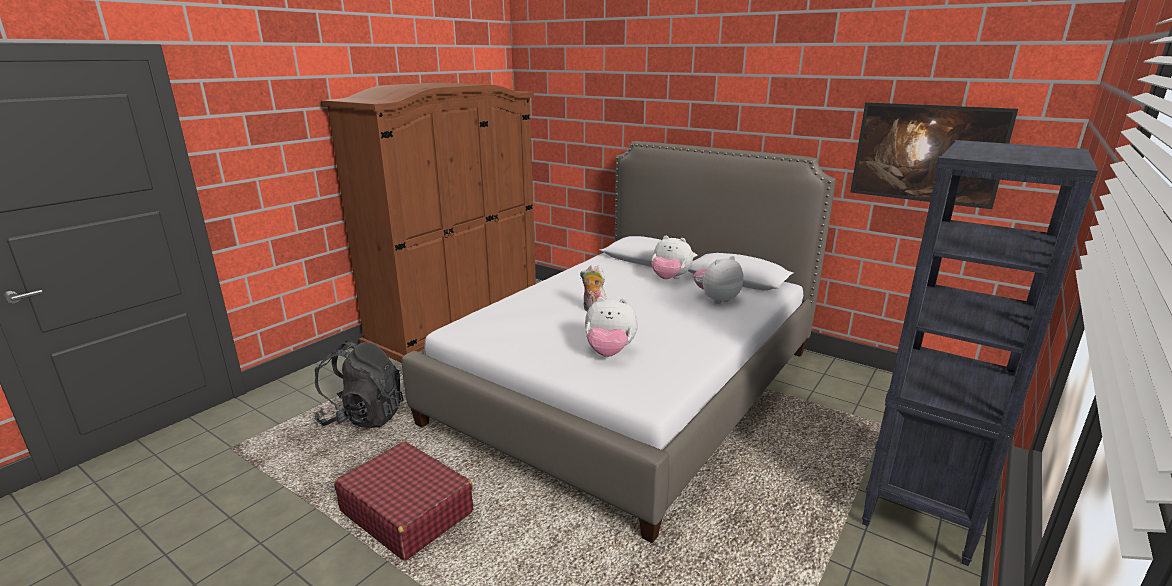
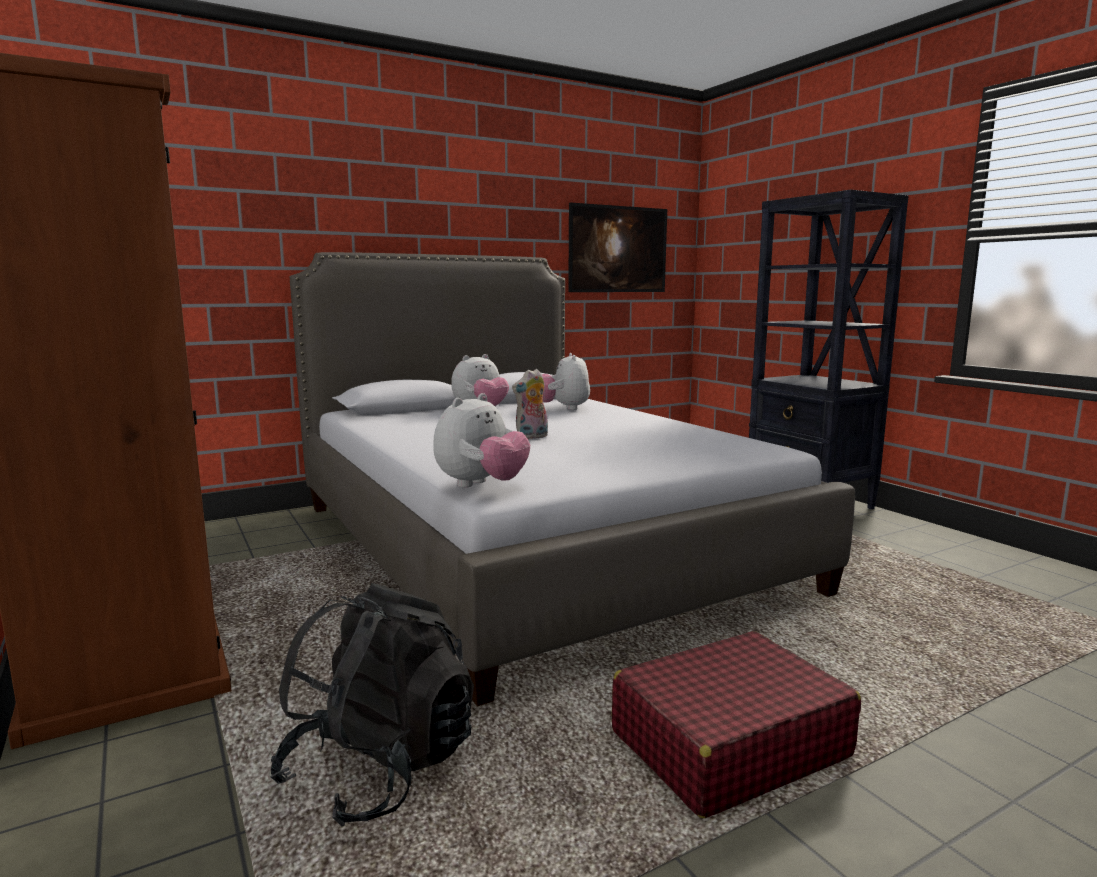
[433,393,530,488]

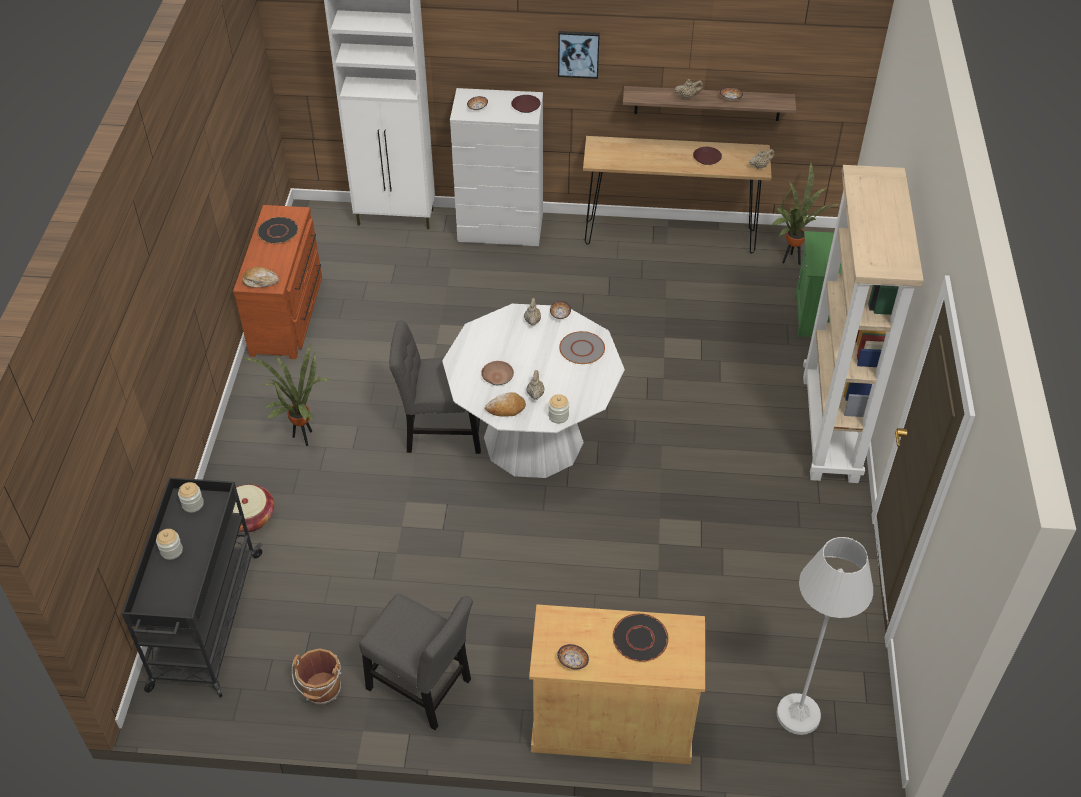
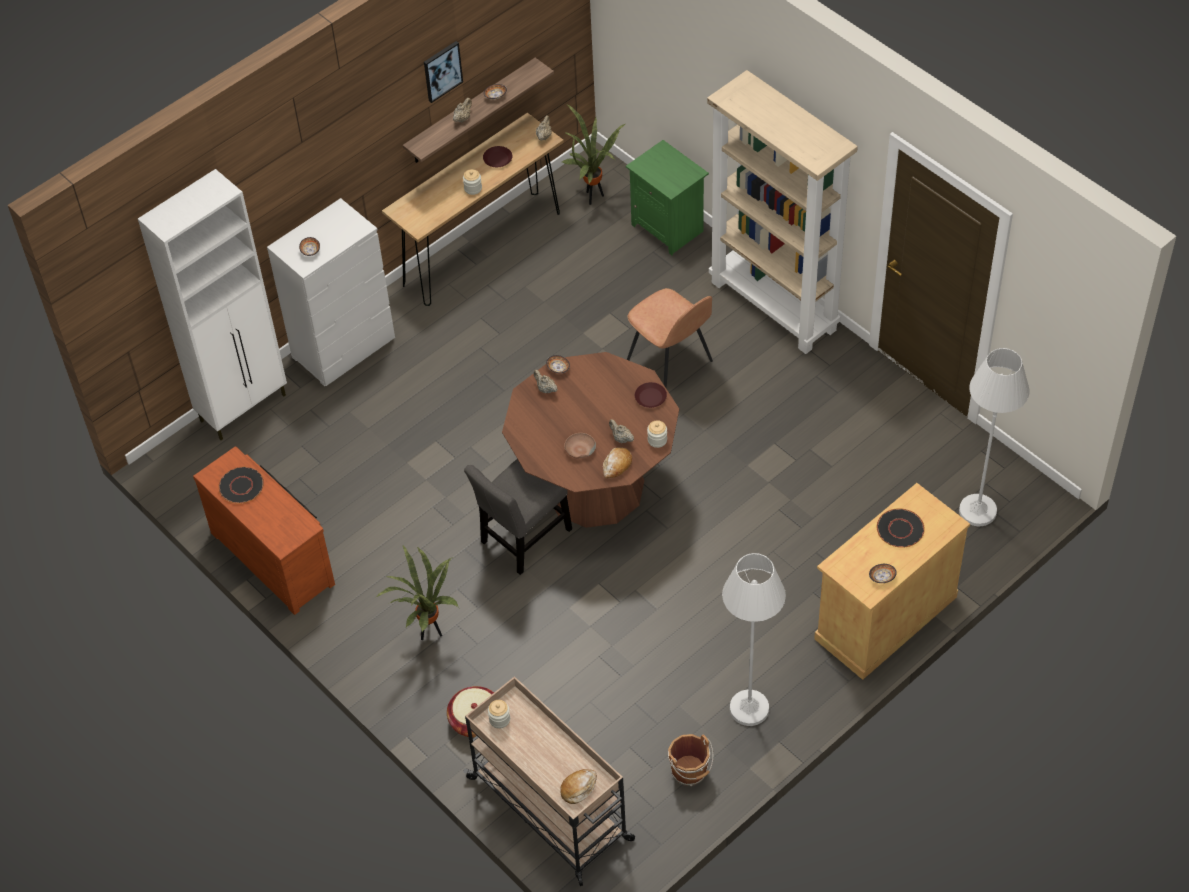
[463,676,635,886]
[463,169,482,195]
[560,769,597,804]
[722,553,786,726]
[502,352,679,528]
[635,382,667,408]
[424,41,463,103]
[559,331,605,364] (first image)
[627,288,713,388]

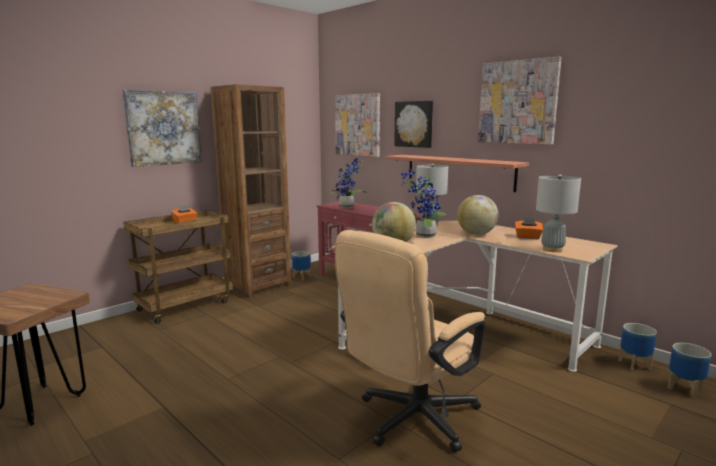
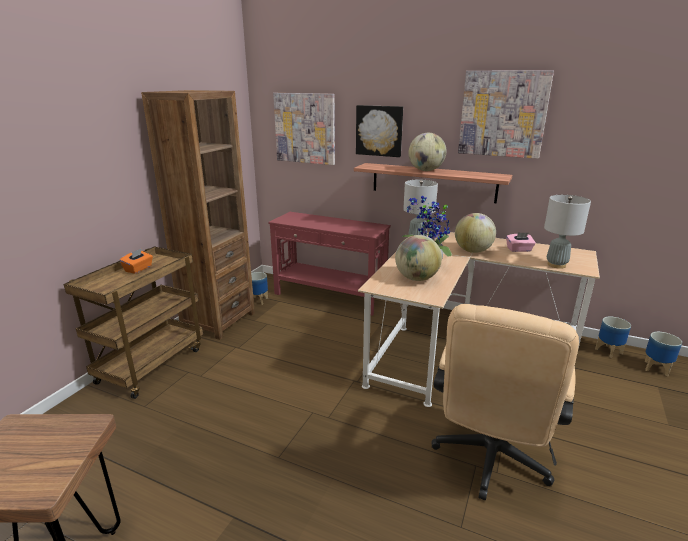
[122,90,202,167] (first image)
[326,158,367,208] (first image)
[506,232,536,252]
[408,133,446,171]

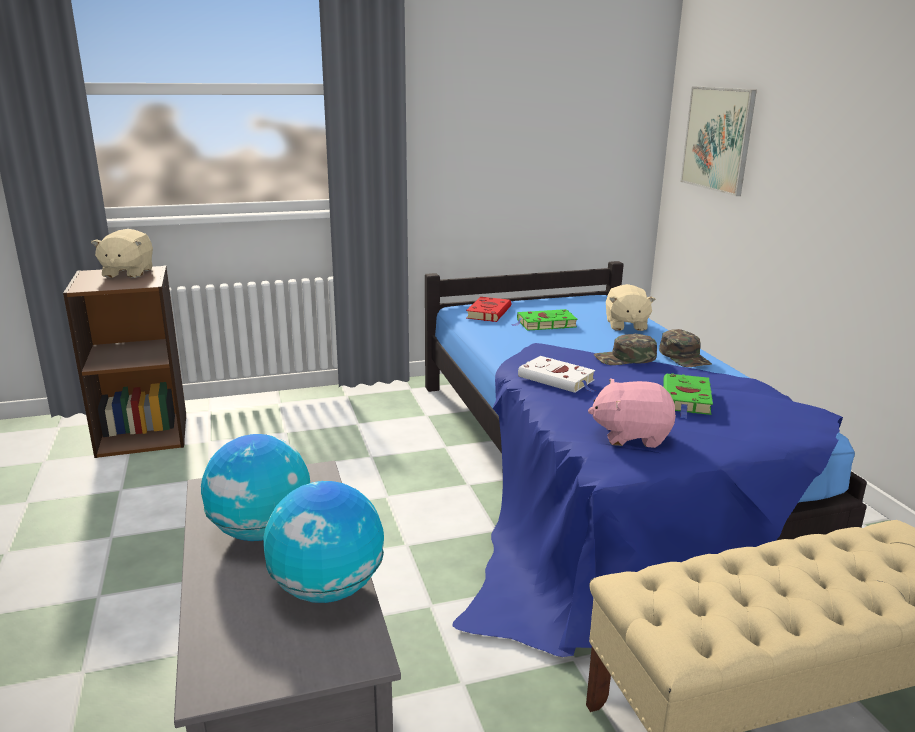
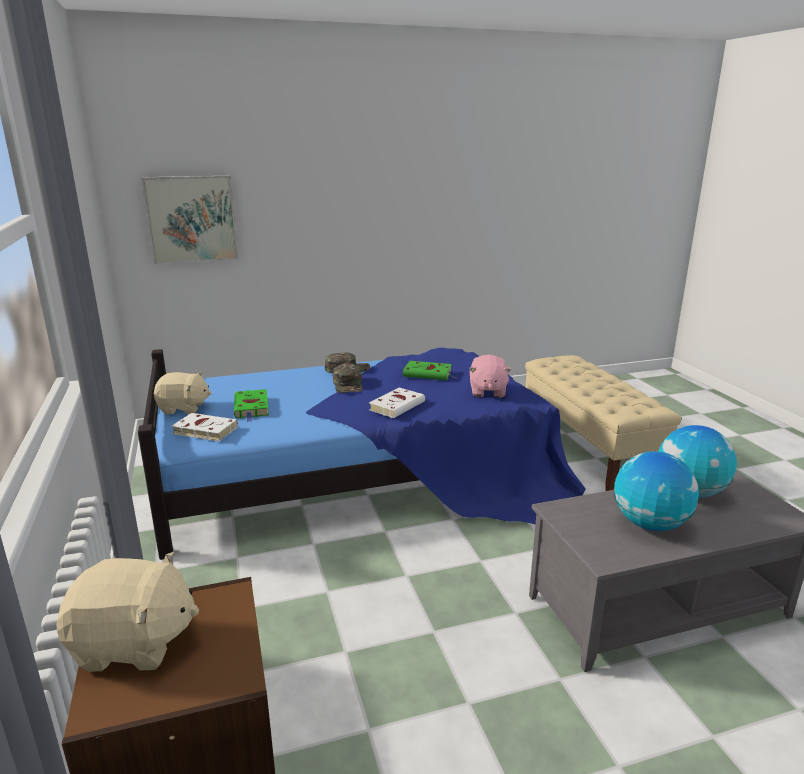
[171,413,238,441]
[154,372,212,414]

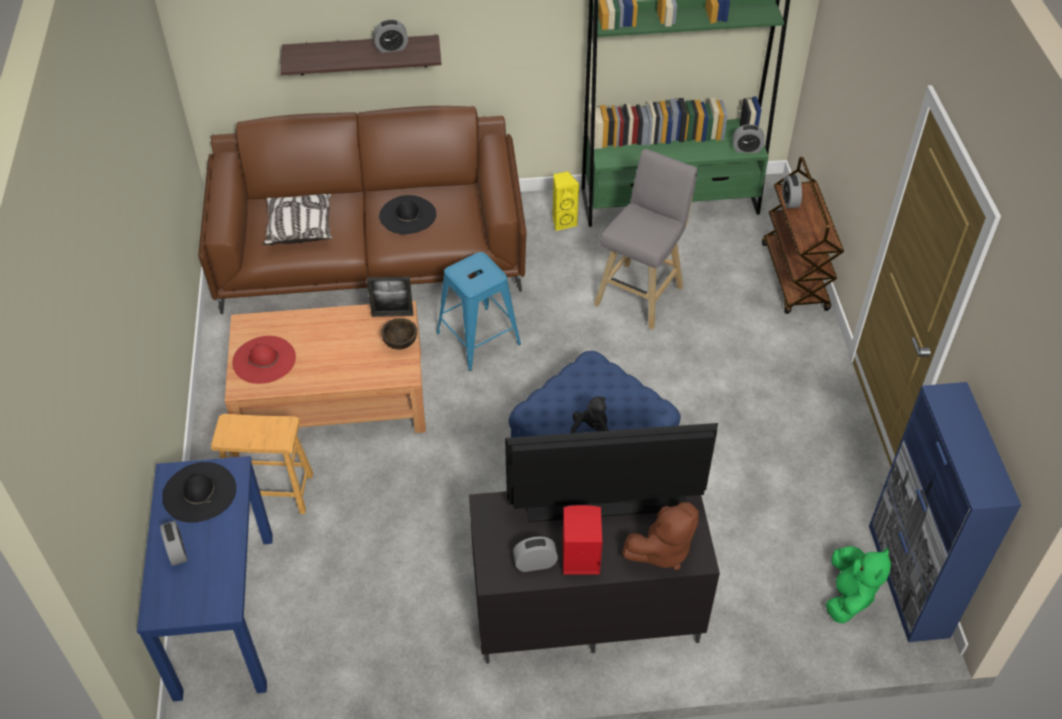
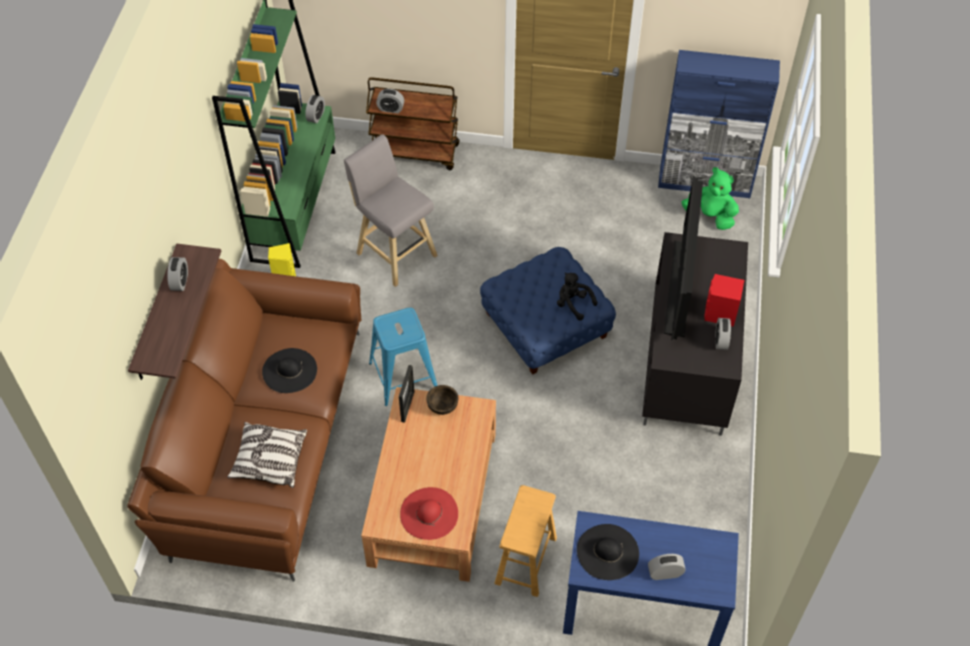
[622,502,699,570] (first image)

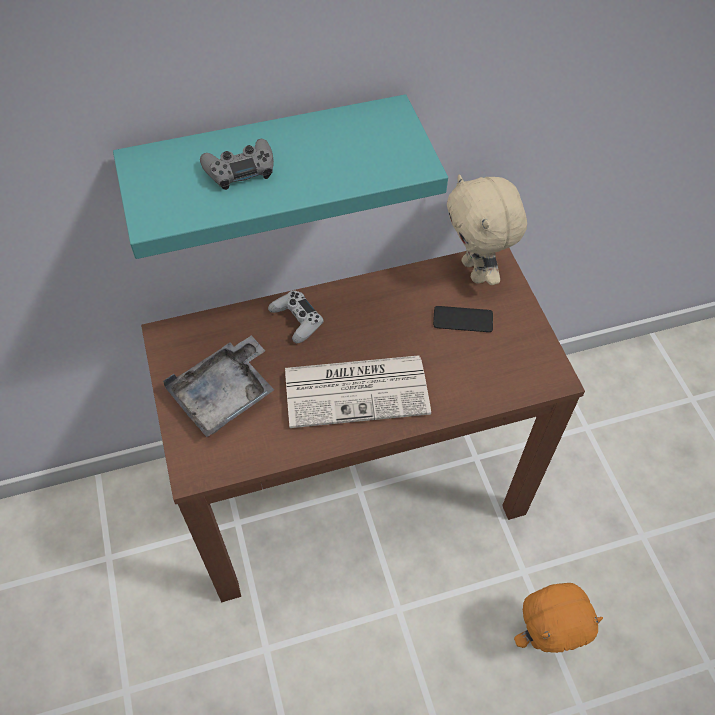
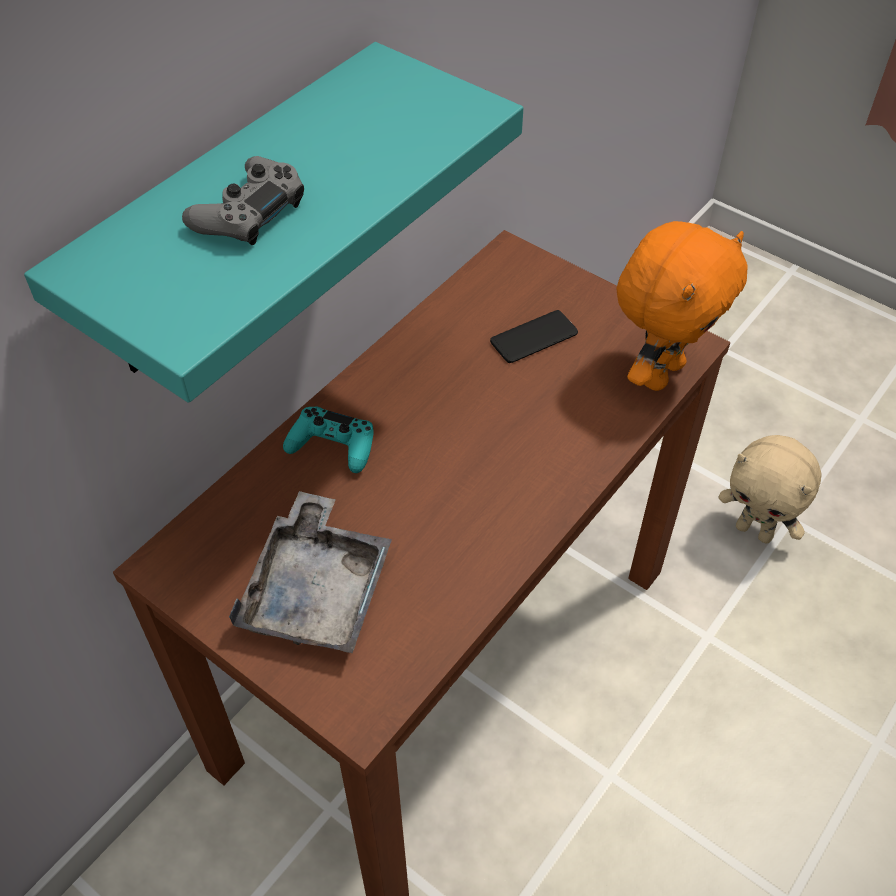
[283,406,374,473]
[285,355,431,428] (first image)
[718,435,821,543]
[617,221,748,391]

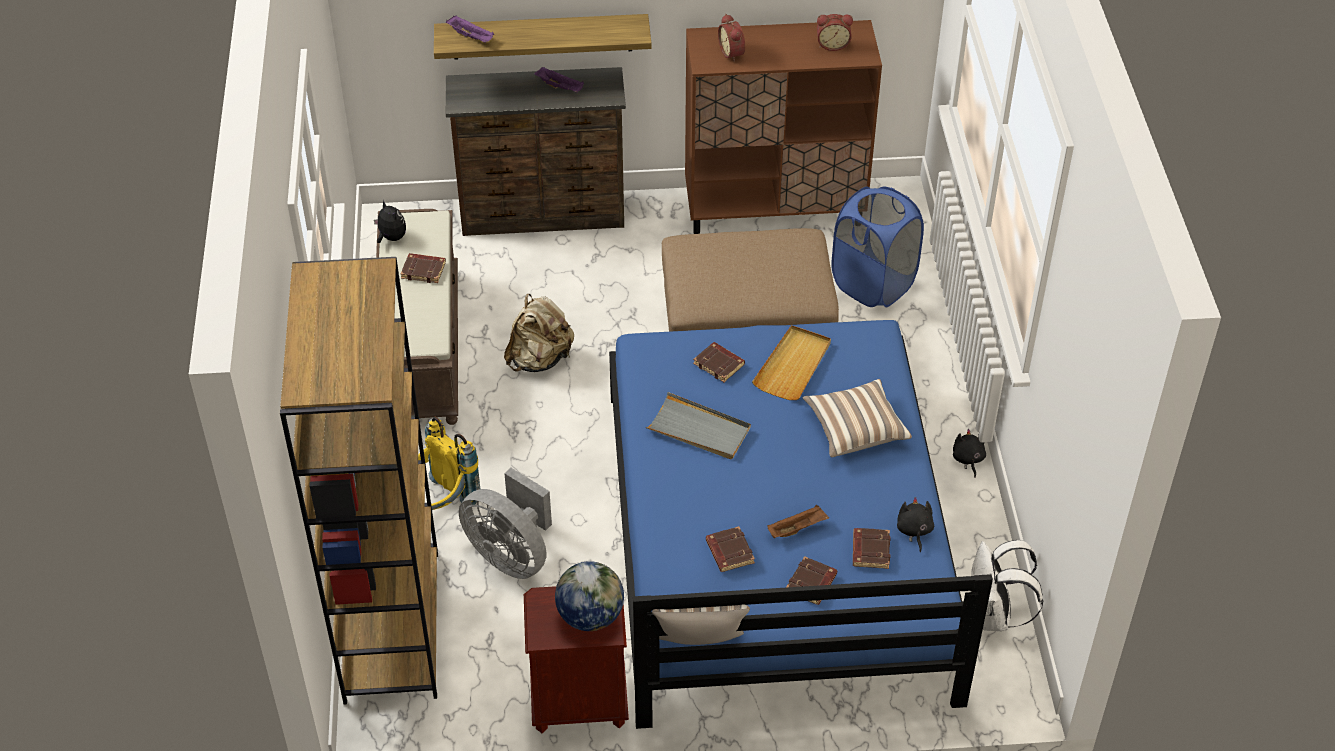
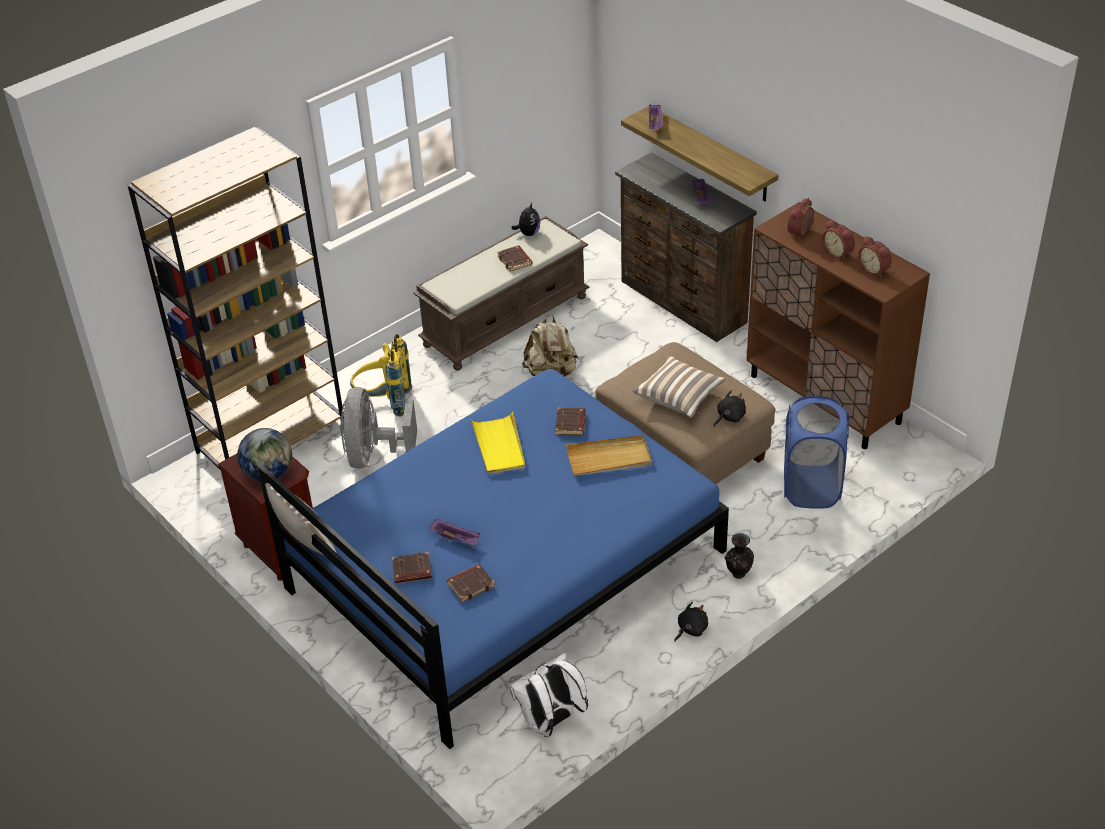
[471,412,526,475]
[706,526,755,572] (first image)
[429,519,480,545]
[632,355,726,418]
[713,390,746,426]
[725,533,754,579]
[822,220,855,260]

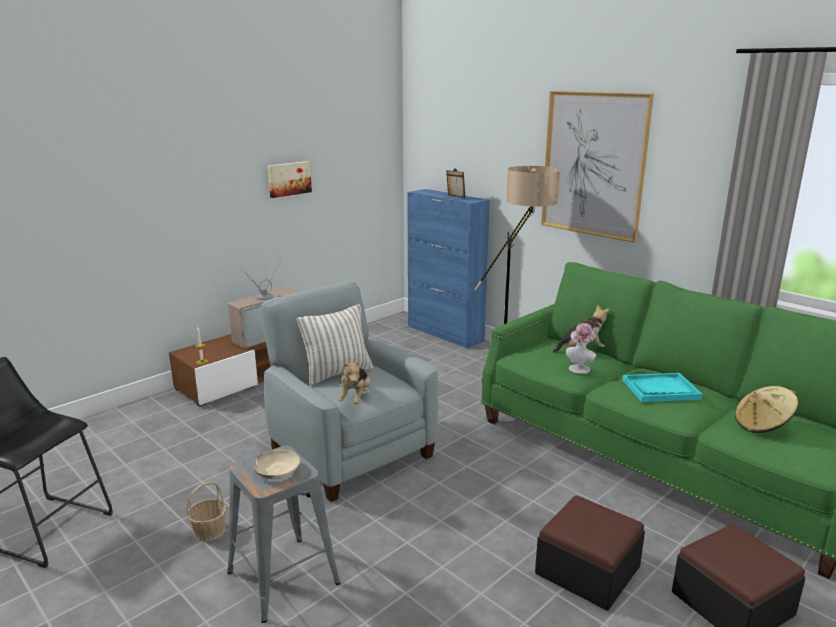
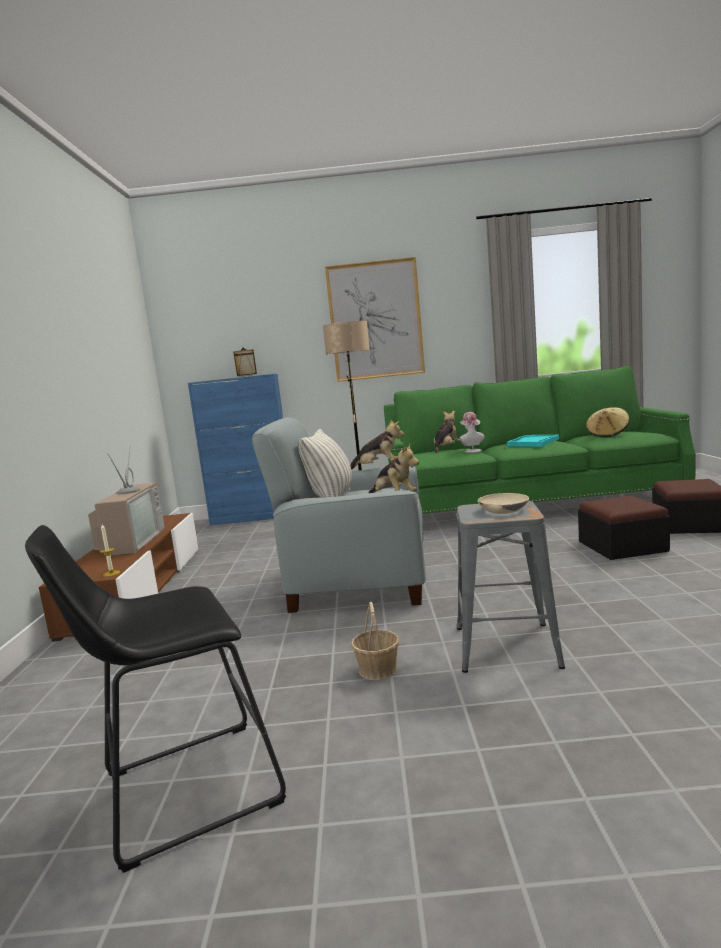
[268,161,312,198] (first image)
[350,420,404,470]

